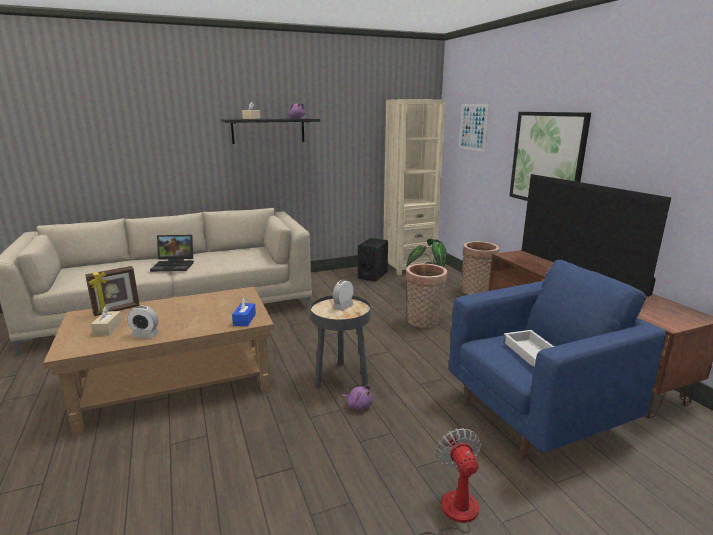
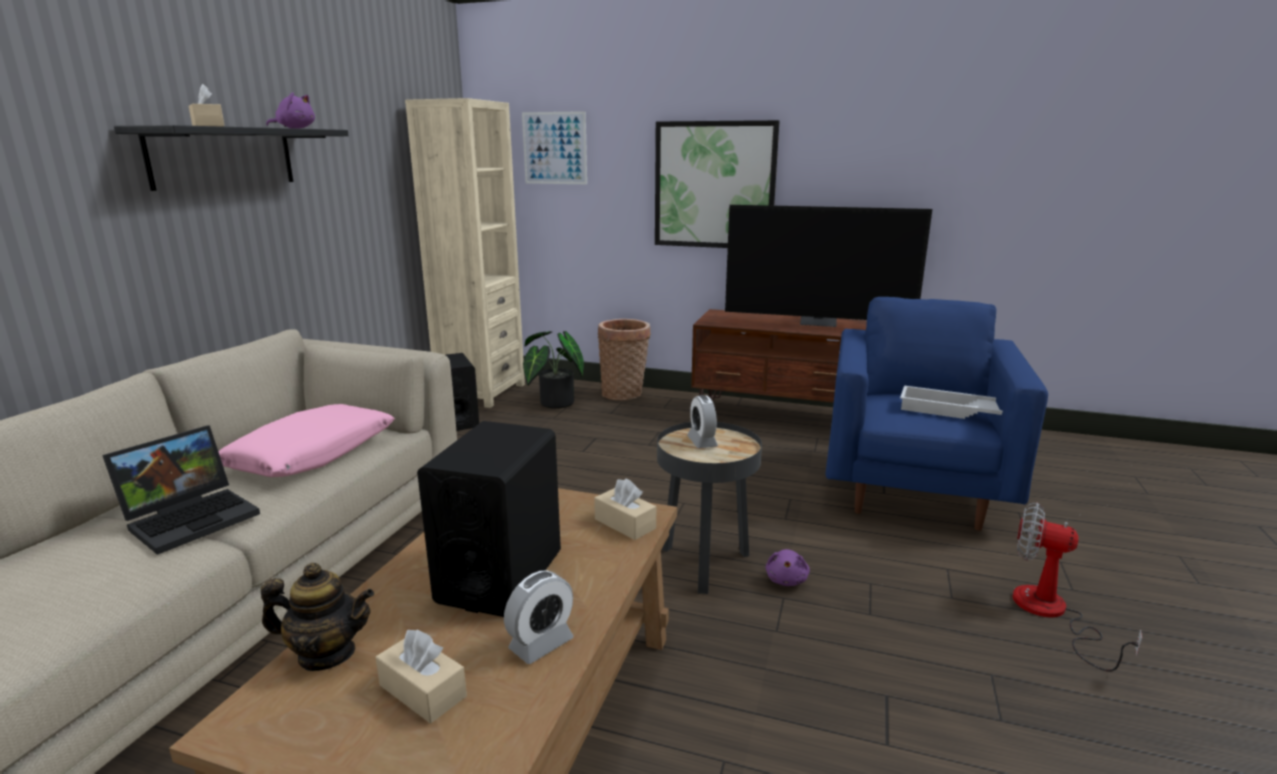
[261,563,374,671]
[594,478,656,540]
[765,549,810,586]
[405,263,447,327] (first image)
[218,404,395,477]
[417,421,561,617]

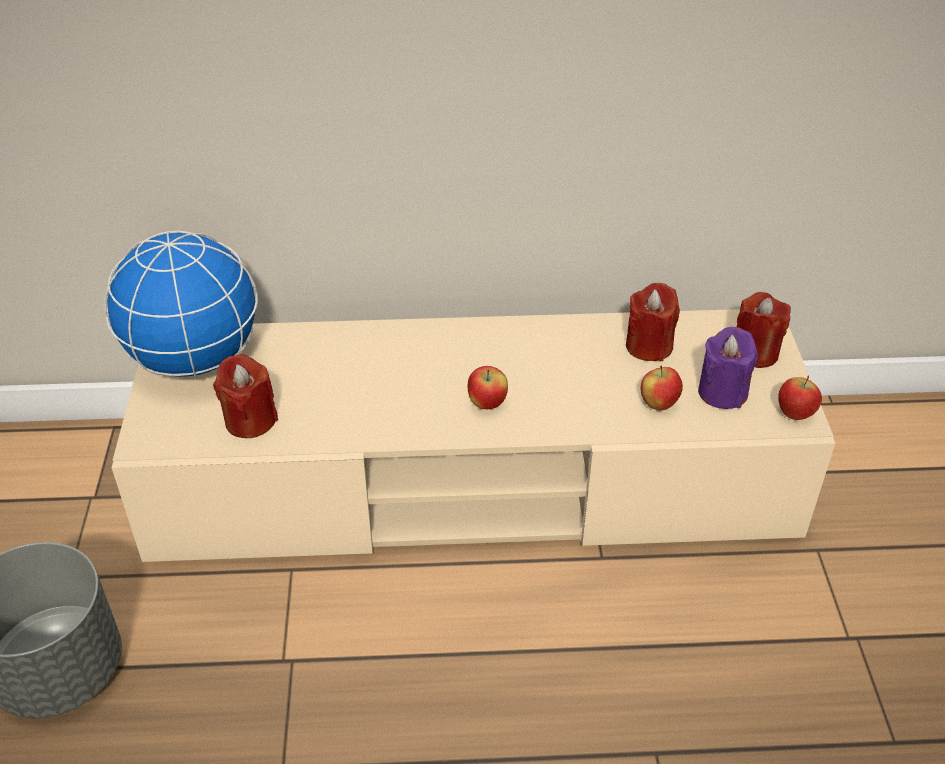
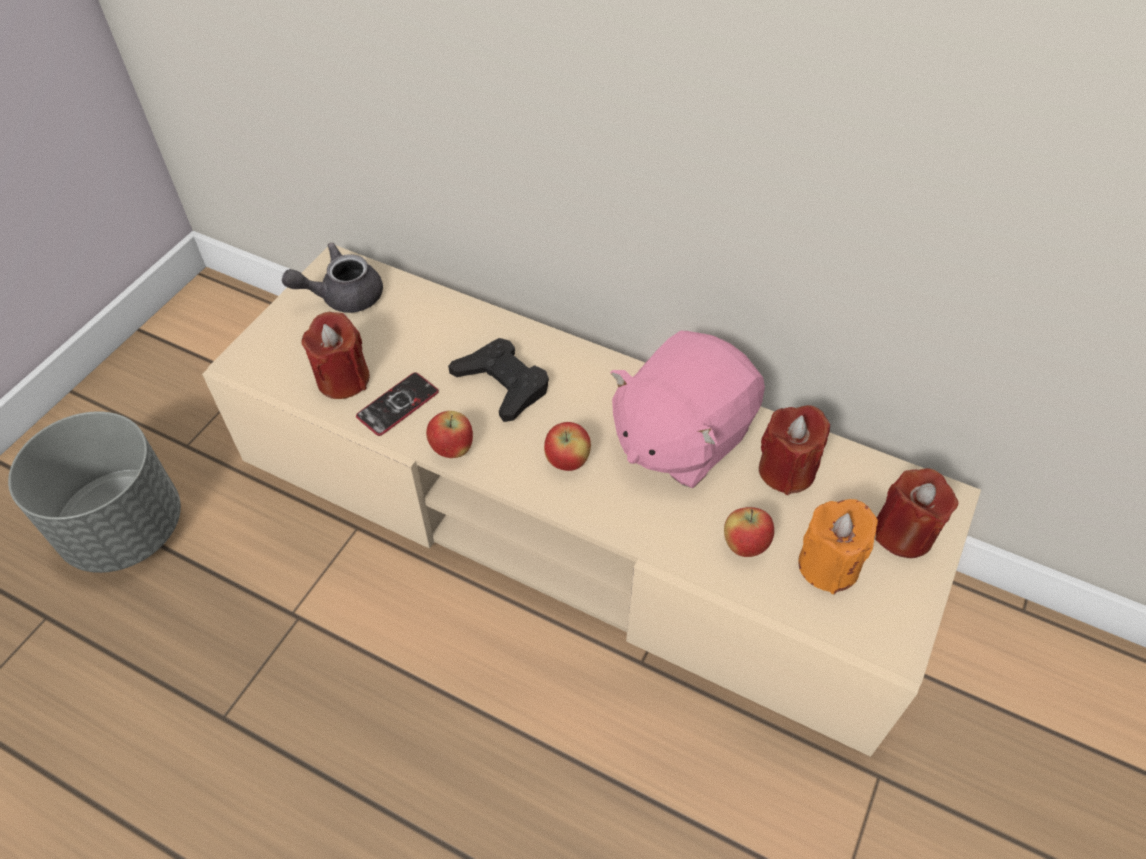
[282,243,383,313]
[799,499,878,594]
[426,411,473,458]
[356,372,439,436]
[448,338,549,422]
[610,331,765,488]

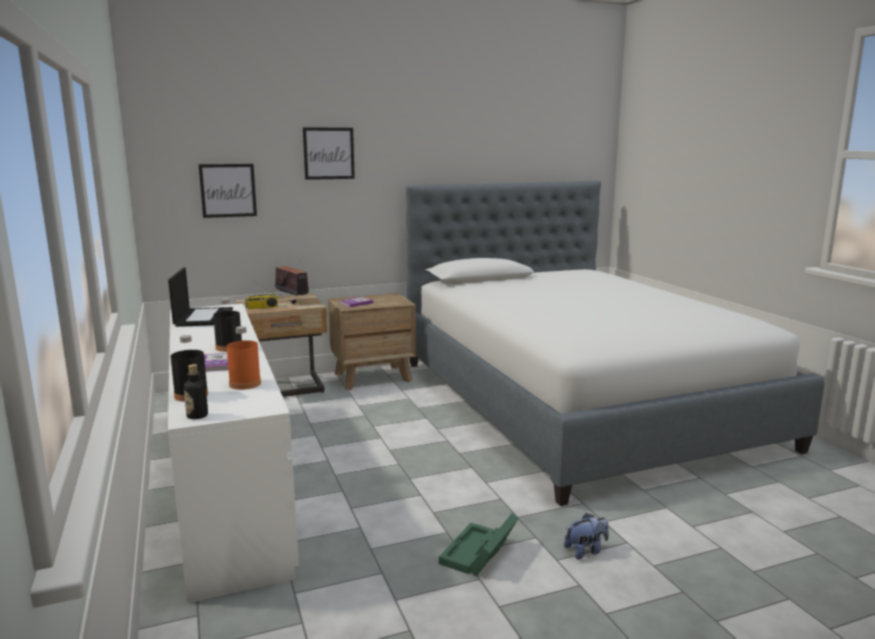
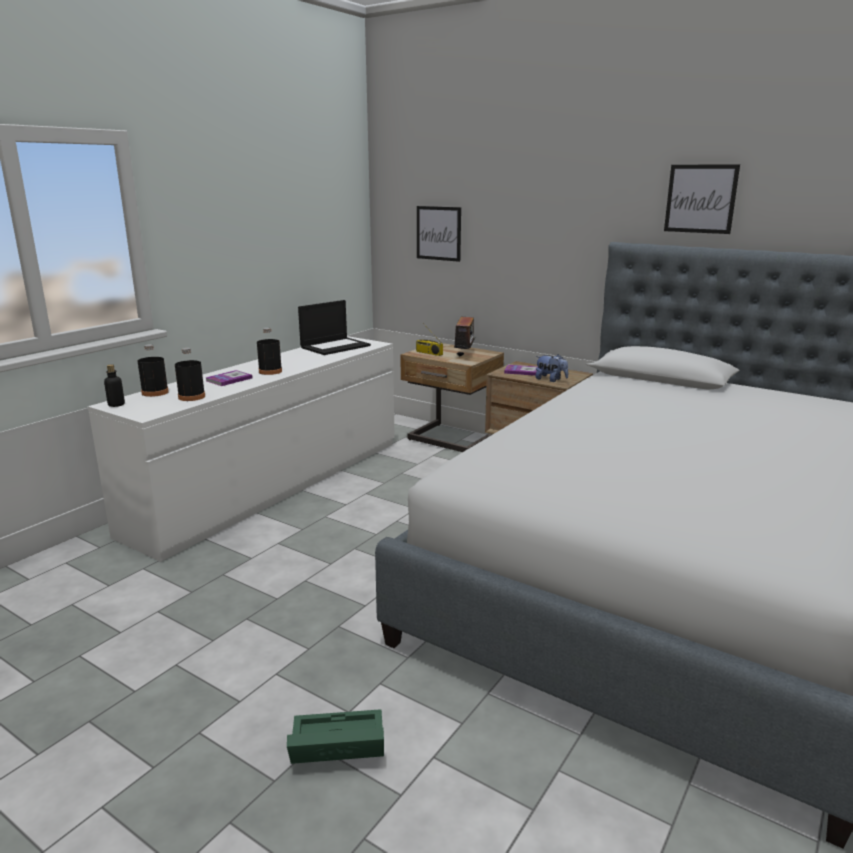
[175,348,205,401]
[664,164,740,234]
[287,709,384,764]
[536,354,568,382]

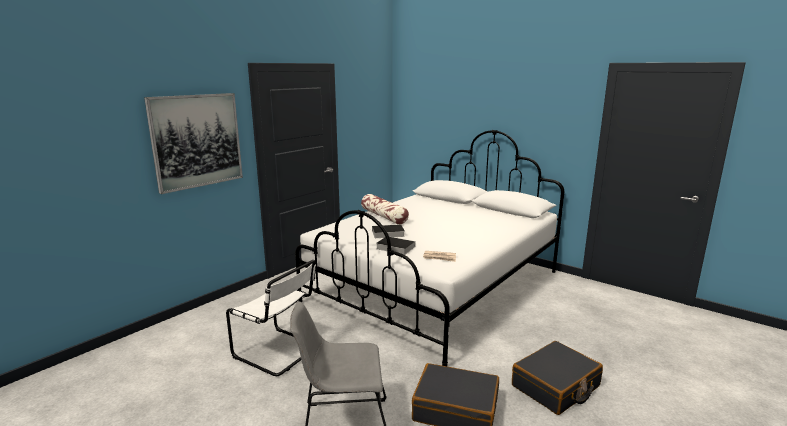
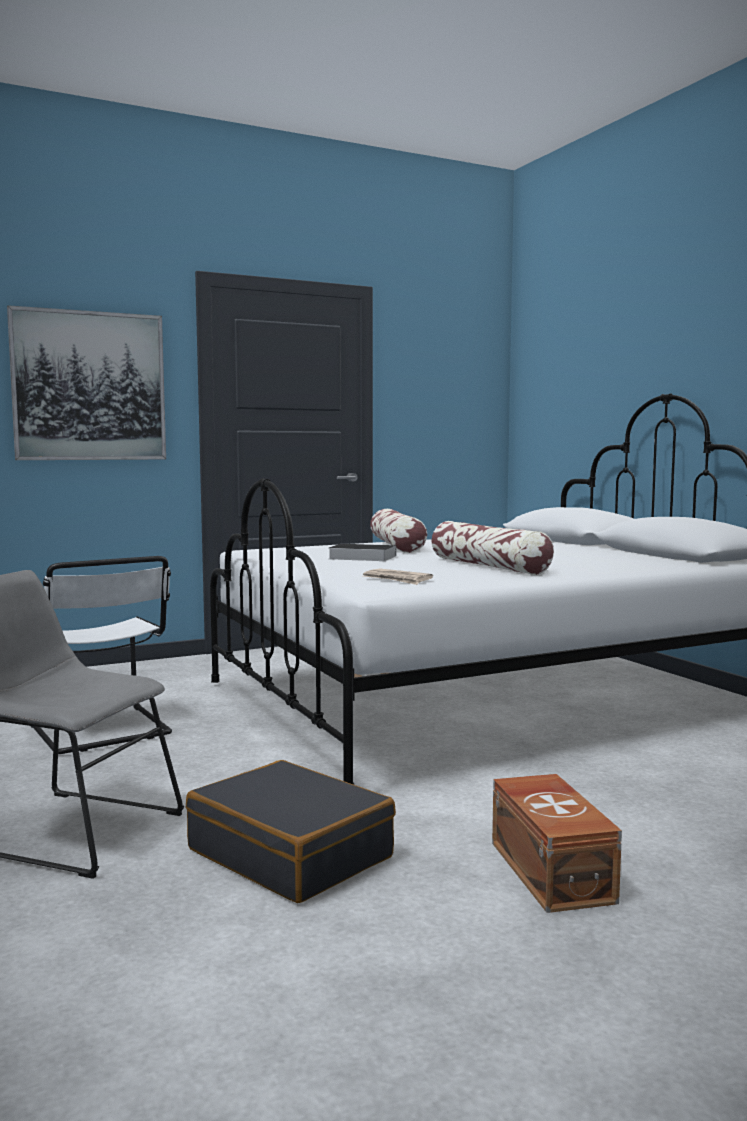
[376,237,415,255] (first image)
[492,774,622,913]
[431,521,554,575]

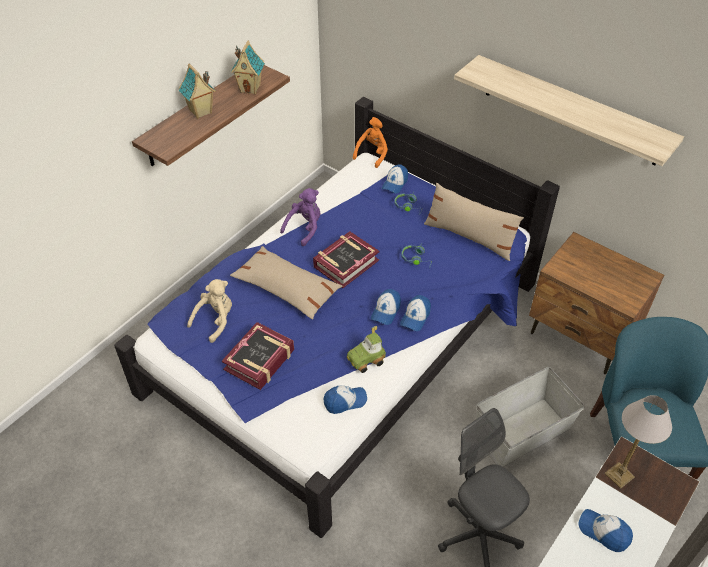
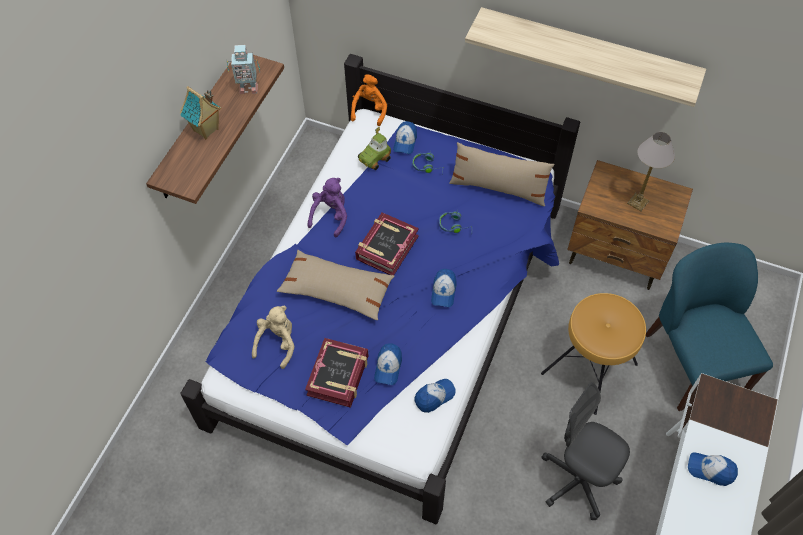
[227,45,260,94]
[358,127,391,170]
[374,344,402,385]
[541,293,646,415]
[627,132,675,211]

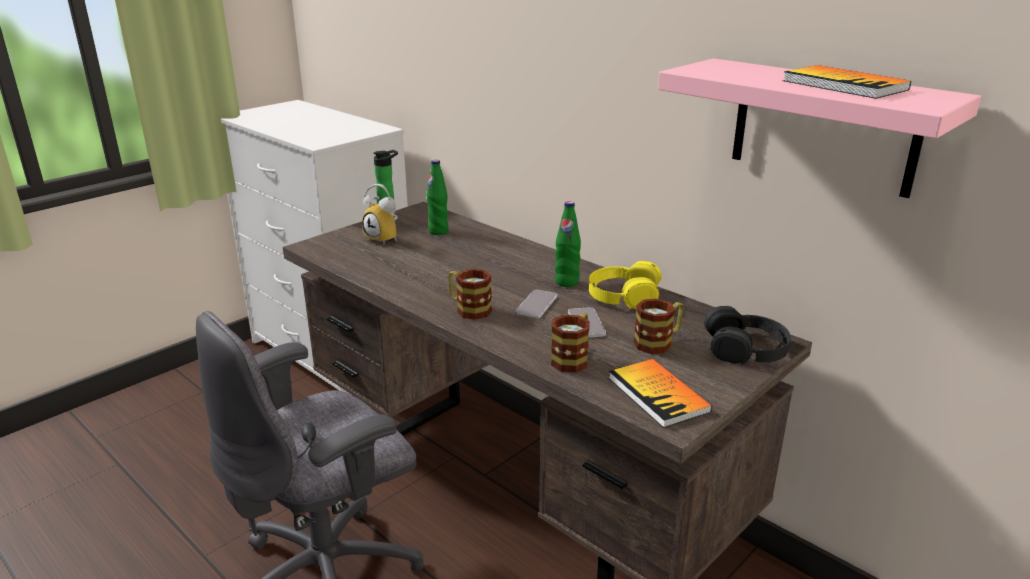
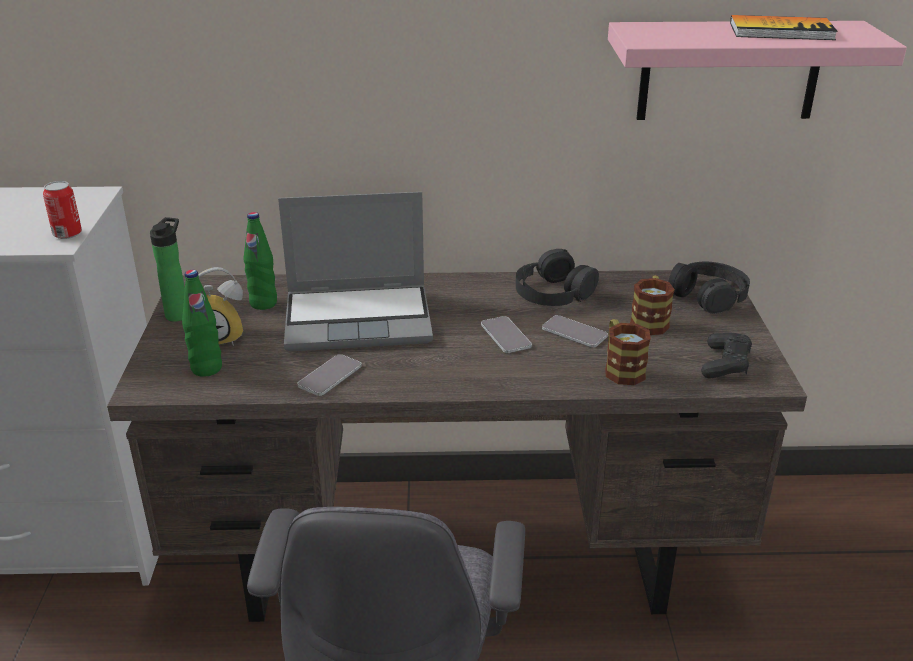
[448,269,492,320] (first image)
[182,270,222,377]
[516,249,599,306]
[701,333,752,379]
[43,181,82,239]
[278,192,433,351]
[298,354,362,396]

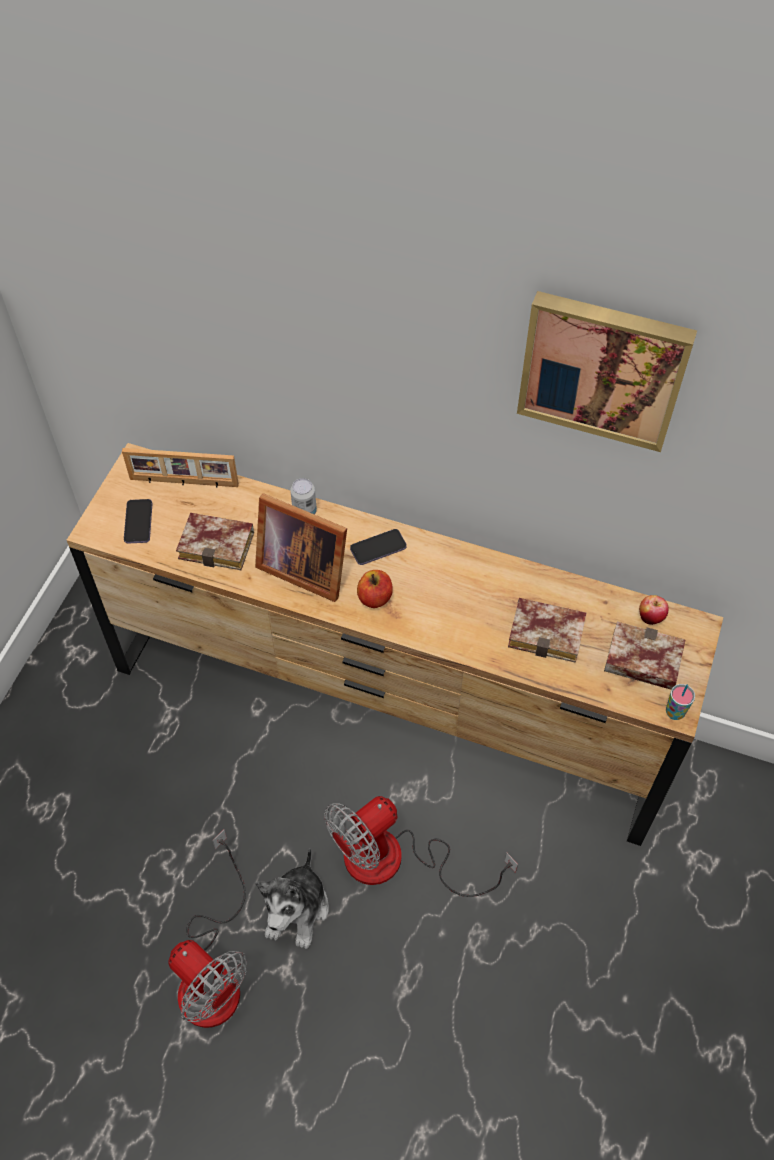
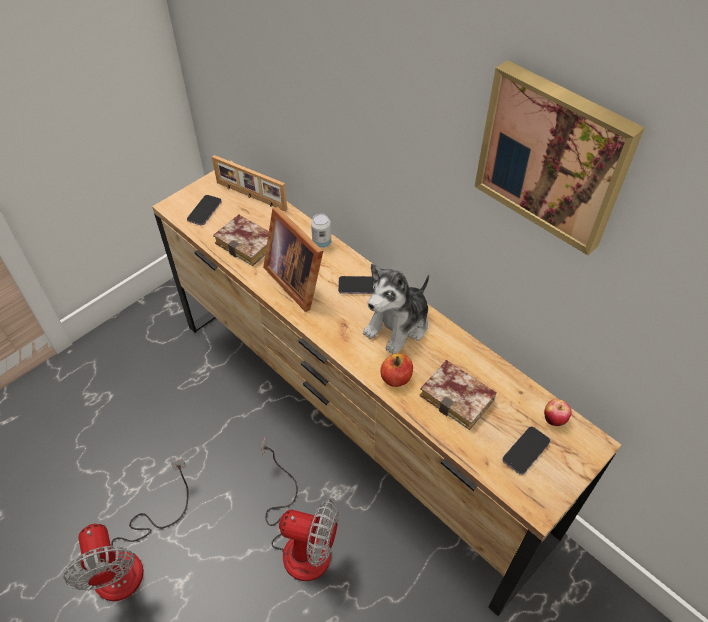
[363,264,429,354]
[261,438,339,581]
[380,353,413,387]
[502,426,550,475]
[666,684,695,720] (first image)

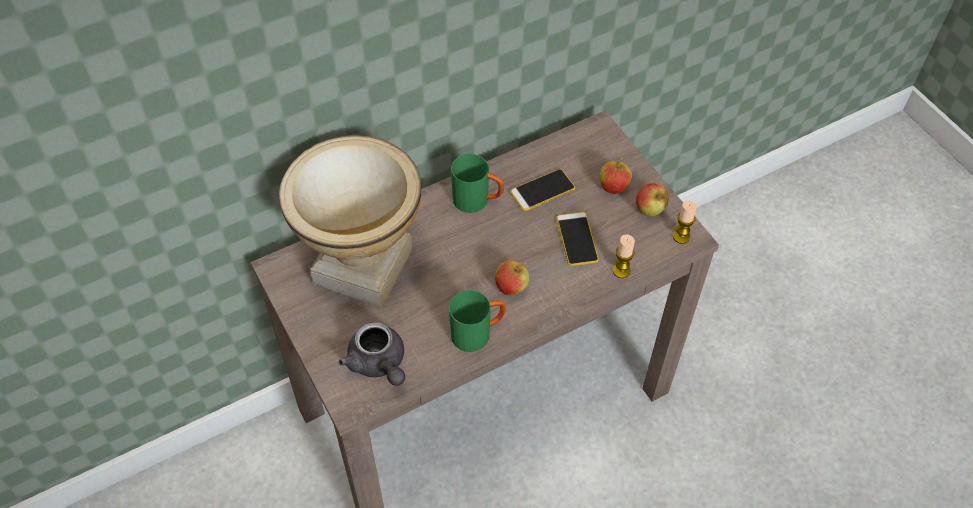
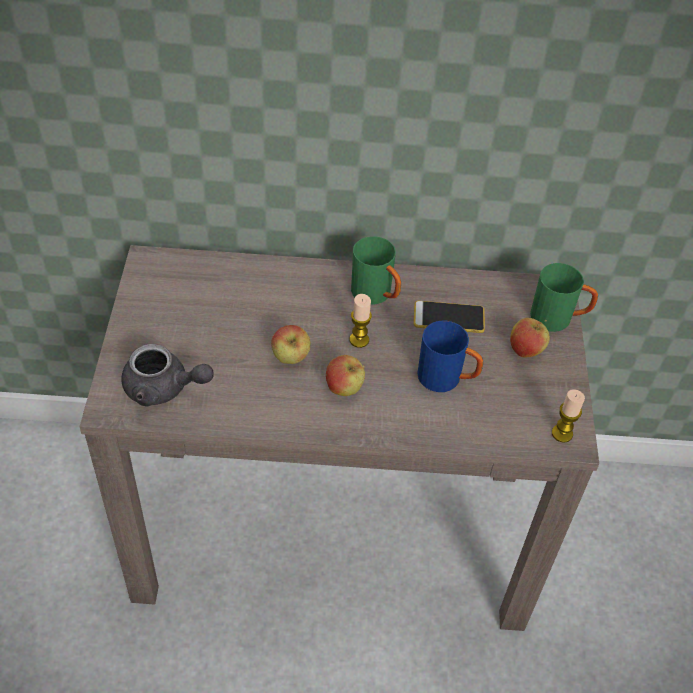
[279,135,421,307] (first image)
[121,344,213,406]
[530,263,598,332]
[417,321,483,392]
[349,294,372,348]
[271,325,310,364]

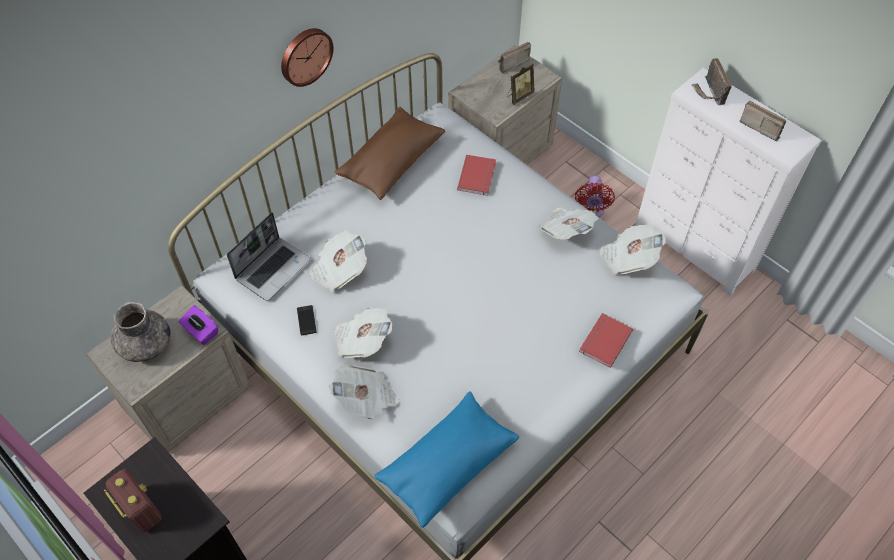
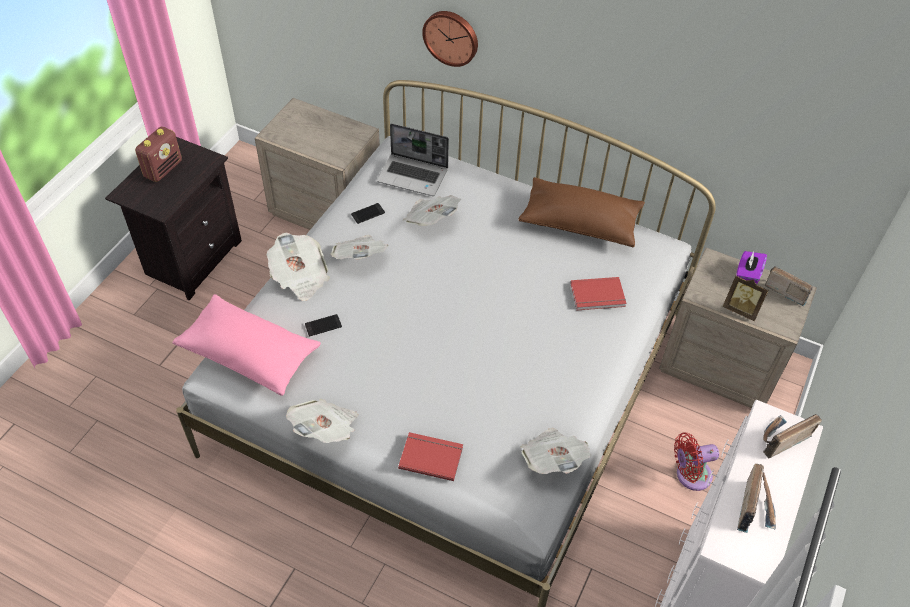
[111,301,171,362] (first image)
[736,251,767,285]
[422,11,478,67]
[173,294,321,396]
[286,399,358,443]
[305,314,342,336]

